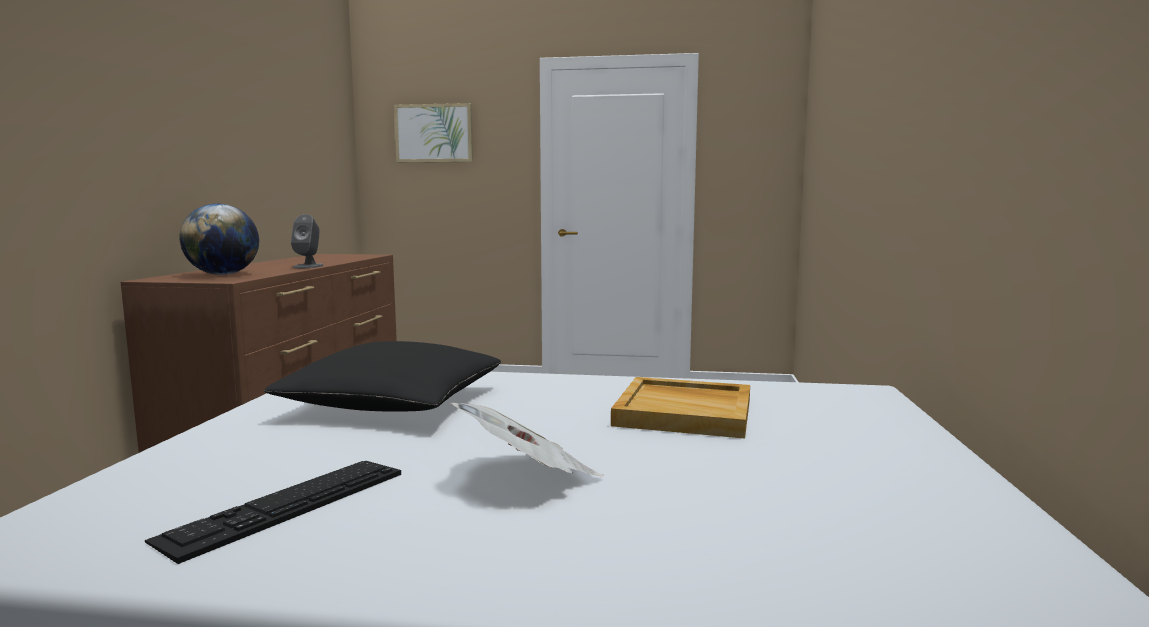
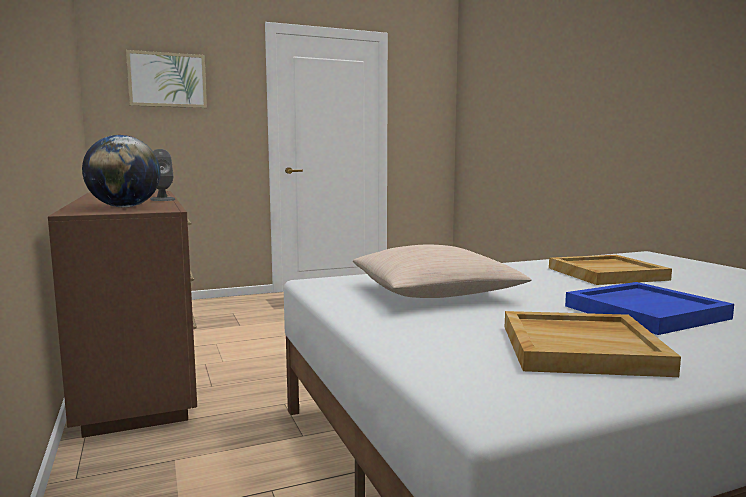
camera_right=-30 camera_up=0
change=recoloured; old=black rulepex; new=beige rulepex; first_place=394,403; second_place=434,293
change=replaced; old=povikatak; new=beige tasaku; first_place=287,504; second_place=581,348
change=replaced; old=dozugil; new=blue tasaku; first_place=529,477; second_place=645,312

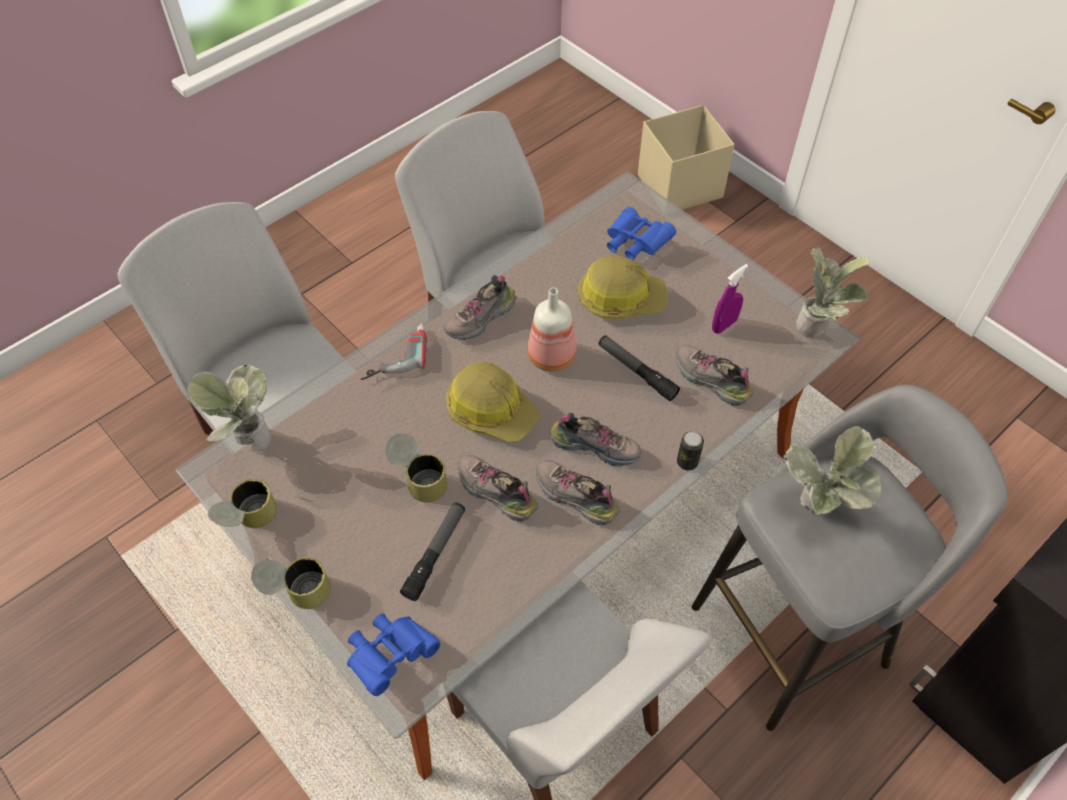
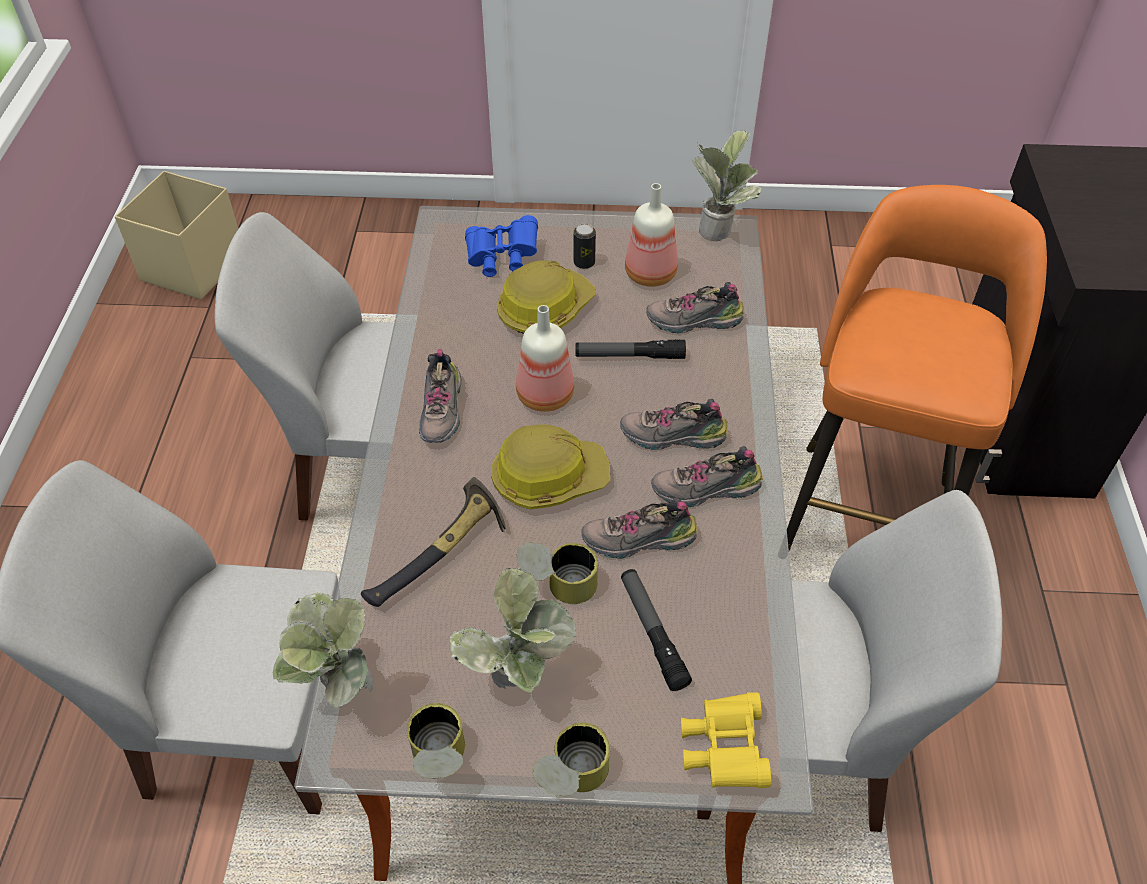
camera_right=-45 camera_up=-5
change=moved; old=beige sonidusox; first_place=678,187; second_place=192,268
change=added; new=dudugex; second_place=442,556
change=moved; old=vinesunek; first_place=816,511; second_place=519,682
change=moved; old=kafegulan; first_place=687,462; second_place=584,262
change=turned; old=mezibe; first_place=596,446; second_place=672,437; degrees=-150
change=replaced; old=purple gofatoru; new=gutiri; first_place=724,325; second_place=651,273
change=recoloured; old=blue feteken; new=yellow feteken; first_place=390,655; second_place=723,749
change=recoloured; old=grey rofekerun; new=orange rofekerun; first_place=795,633; second_place=868,514
change=removed; old=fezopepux; first_place=395,355

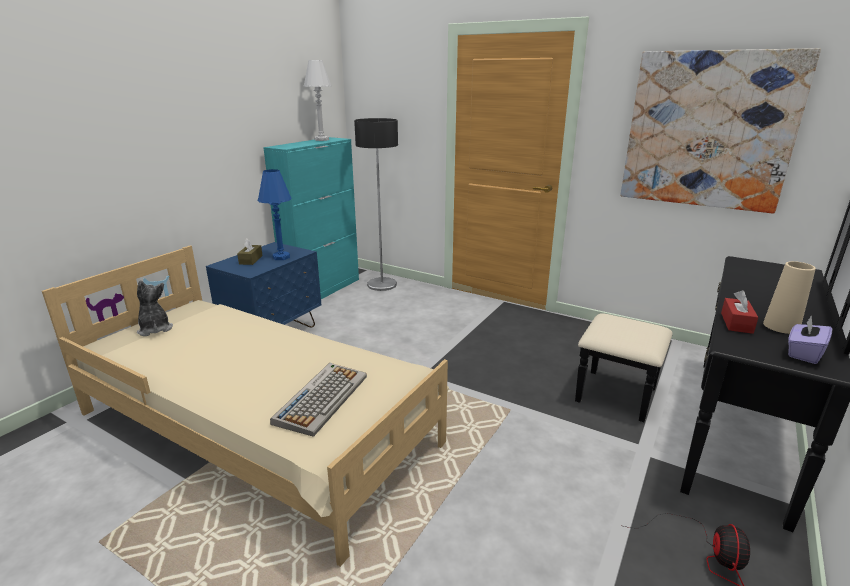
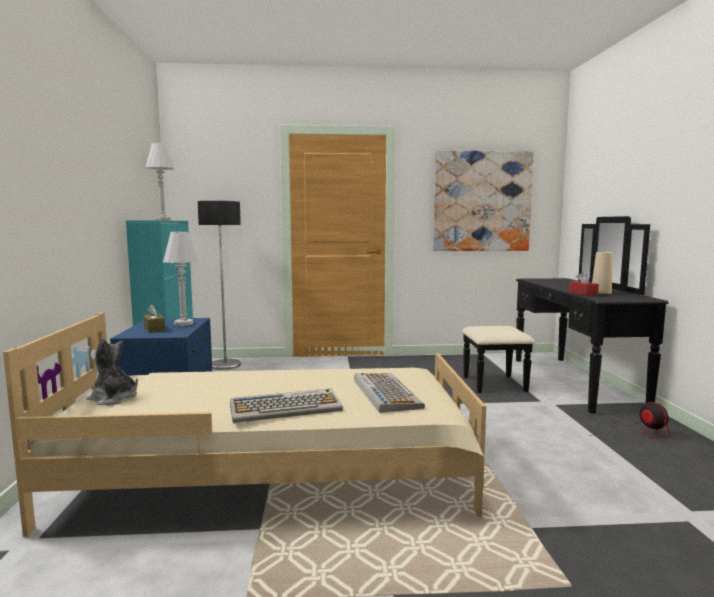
camera_right=-35 camera_up=-15
change=recoloured; old=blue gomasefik; new=white gomasefik; first_place=281,257; second_place=184,324
change=added; new=povikatak; second_place=286,407
change=removed; old=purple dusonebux; first_place=803,353

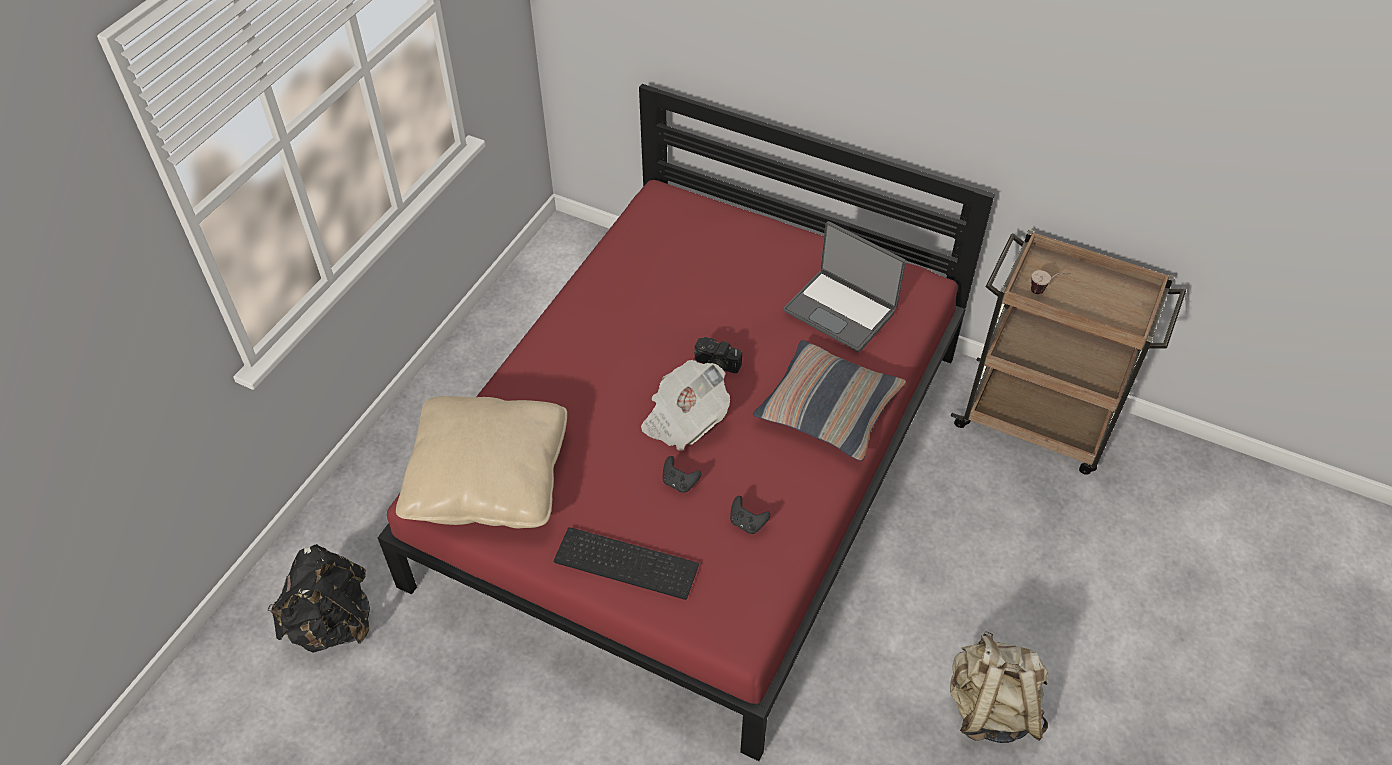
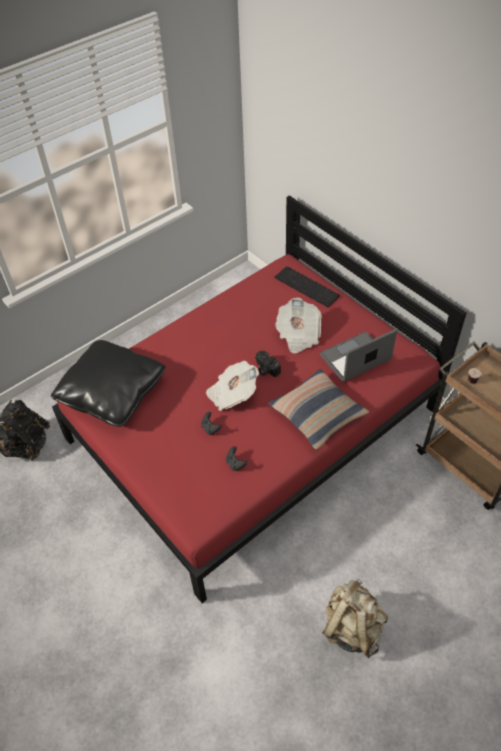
camera_right=25 camera_up=0
change=recoloured; old=beige rulepex; new=black rulepex; first_place=488,478; second_place=112,393
change=moved; old=povikatak; first_place=628,561; second_place=308,286
change=added; new=dozugil; second_place=298,335
change=turned; old=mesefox; first_place=841,310; second_place=356,359; degrees=90

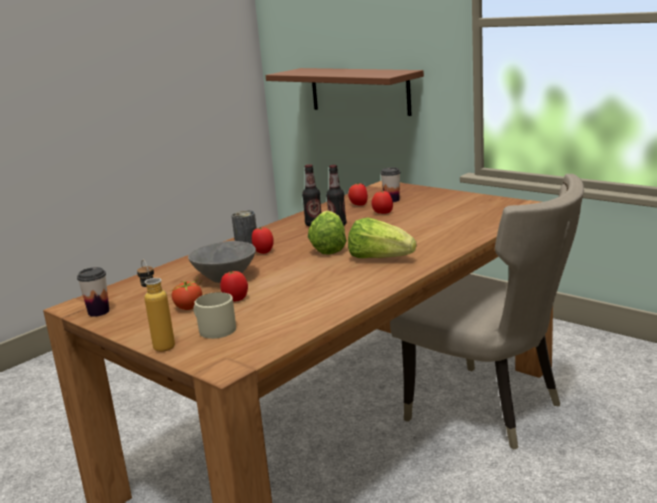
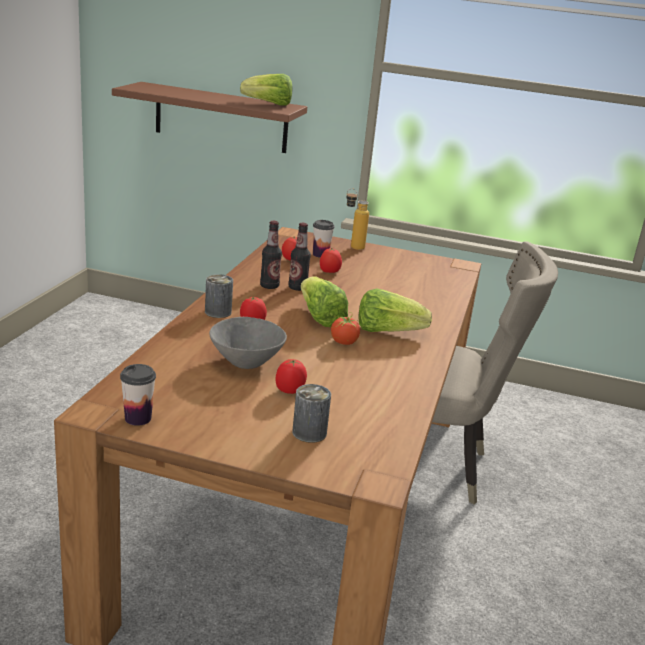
camera_right=-30 camera_up=5
change=added; new=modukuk; second_place=269,104
change=replaced; old=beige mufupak; new=kafegulan; first_place=214,329; second_place=309,432
change=moved; old=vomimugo; first_place=189,307; second_place=344,342
change=moved; old=gutiri; first_place=161,344; second_place=352,246

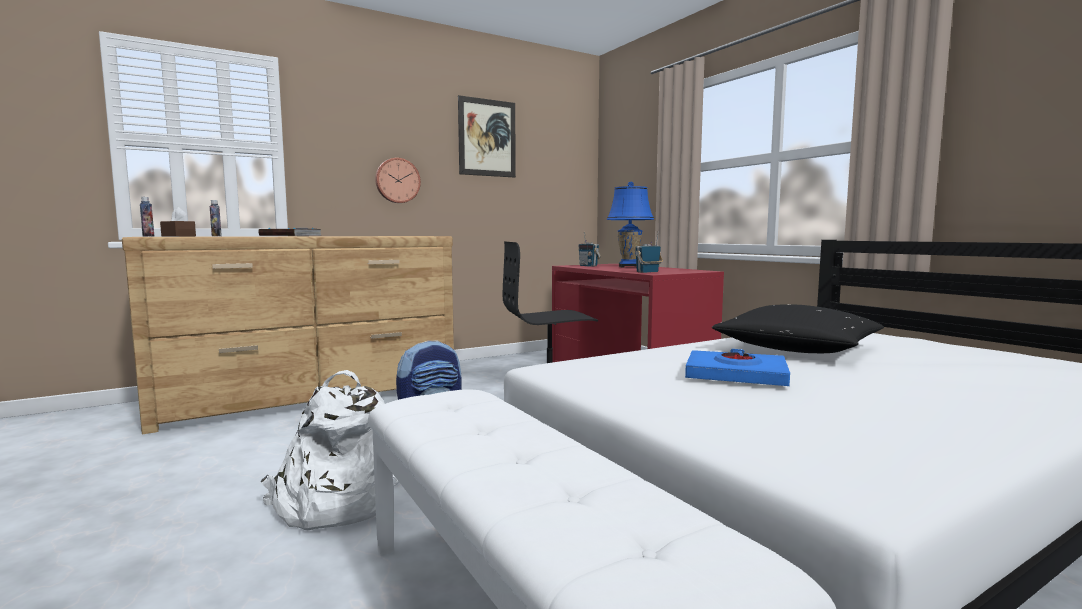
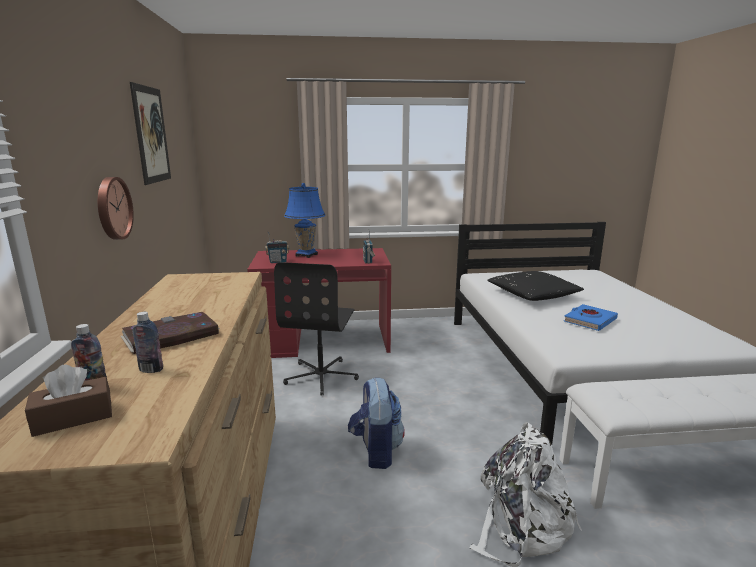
camera_right=-65 camera_up=10
change=moved; old=gutiri; first_place=148,236; second_place=151,369

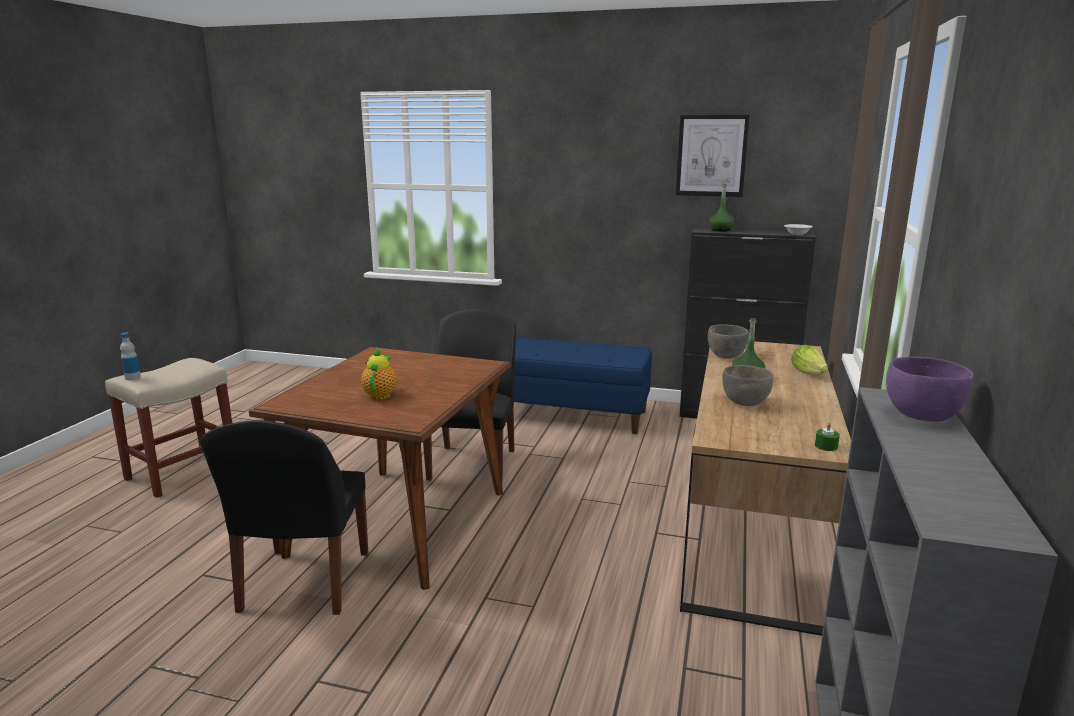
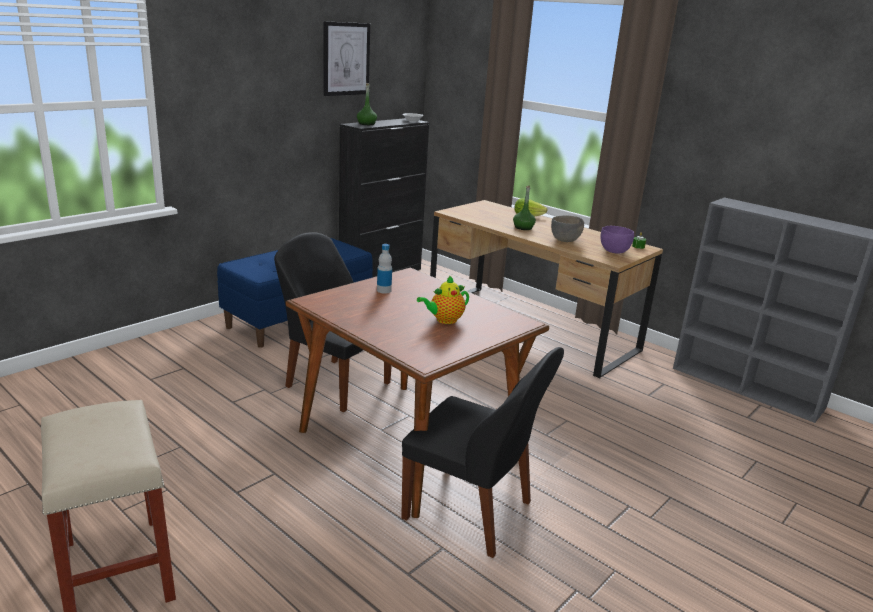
camera_right=-65 camera_up=5
change=moved; old=gutiri; first_place=132,378; second_place=384,290
change=turned; old=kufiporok; first_place=381,394; second_place=444,320; degrees=-60
change=moved; old=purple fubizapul; first_place=921,416; second_place=614,252
change=removed; old=grey fubizapul; first_place=726,356

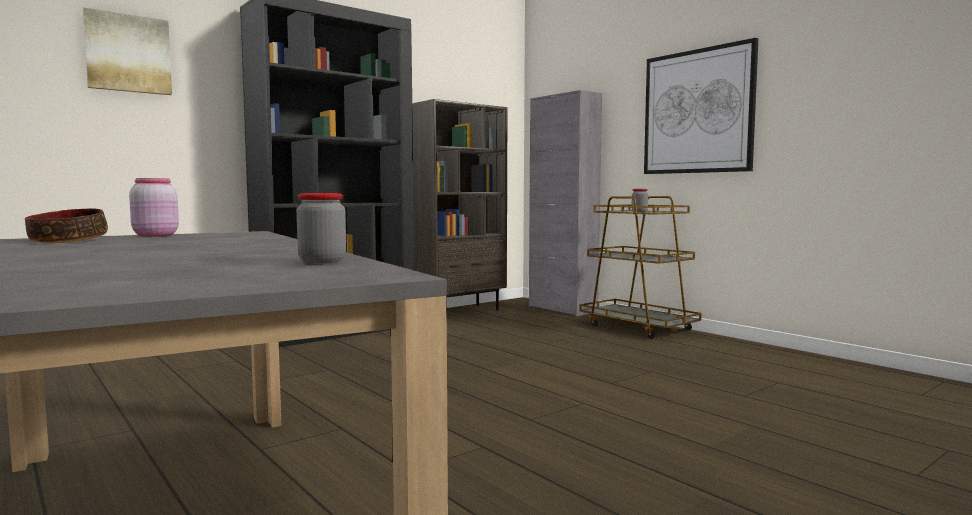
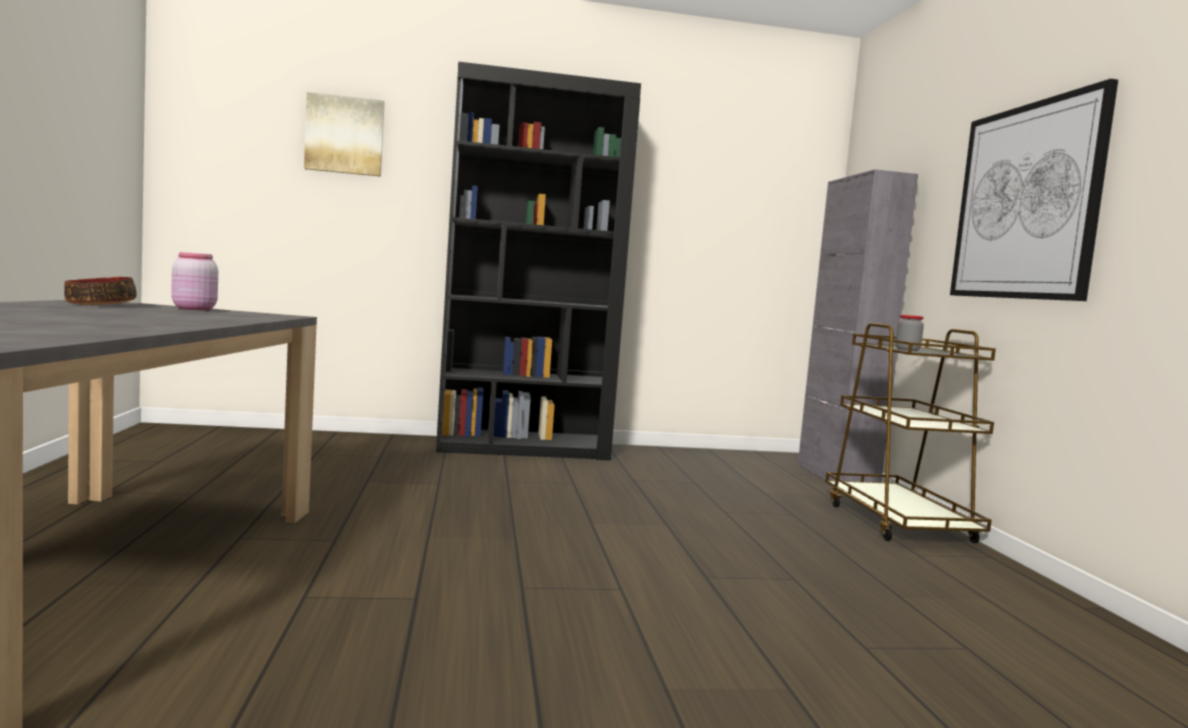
camera_right=30 camera_up=0
change=removed; old=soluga; first_place=322,261
change=removed; old=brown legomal; first_place=460,311

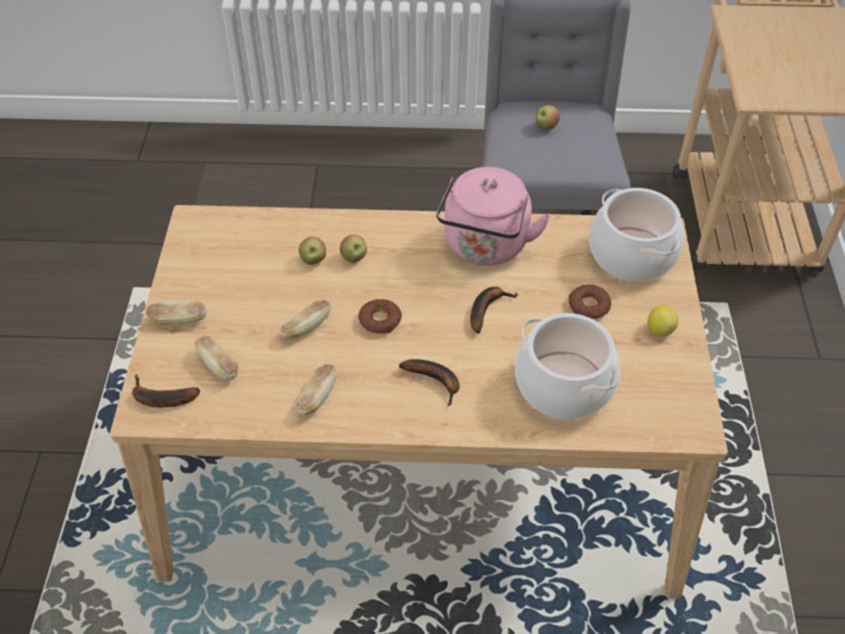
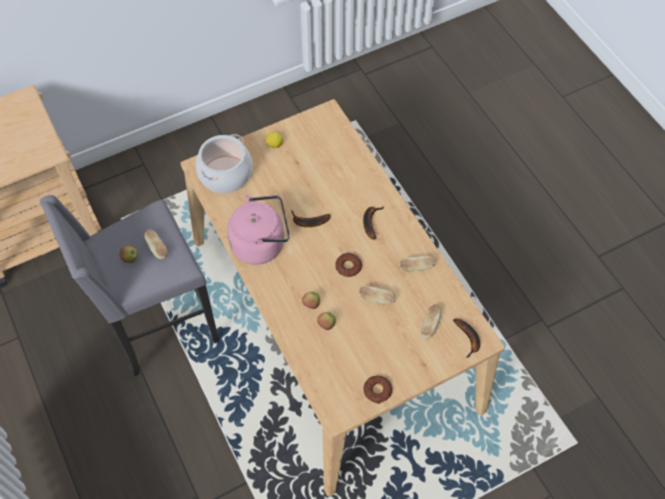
camera_right=-120 camera_up=10
change=moved; old=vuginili; first_place=179,320; second_place=157,248
change=moved; old=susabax; first_place=588,306; second_place=377,390
change=removed; old=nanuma; first_place=564,385

